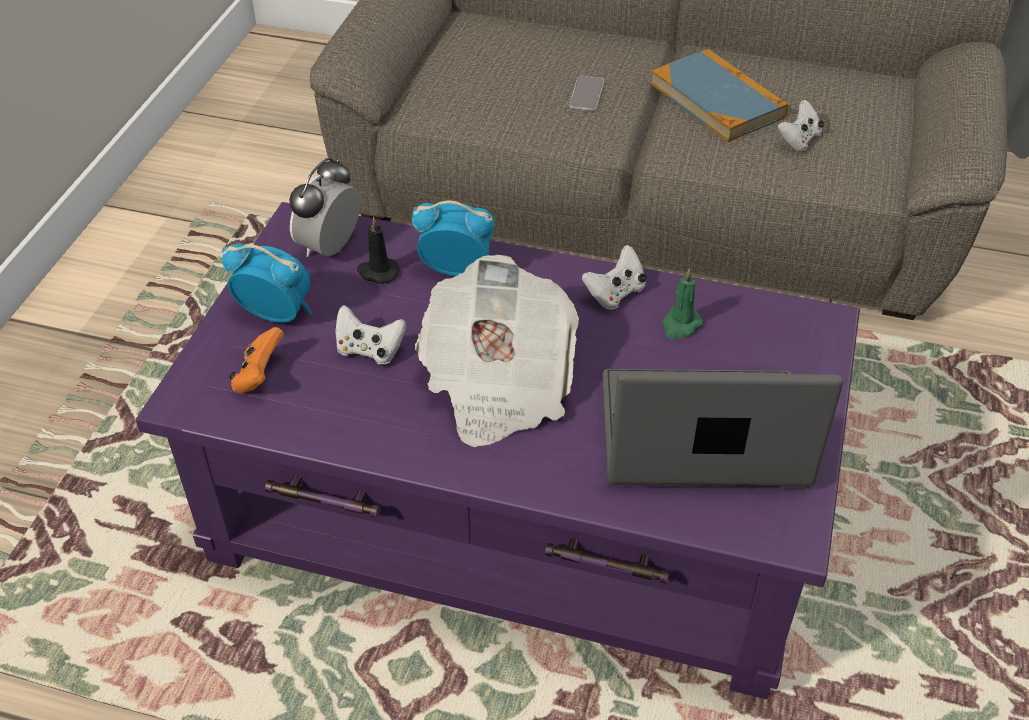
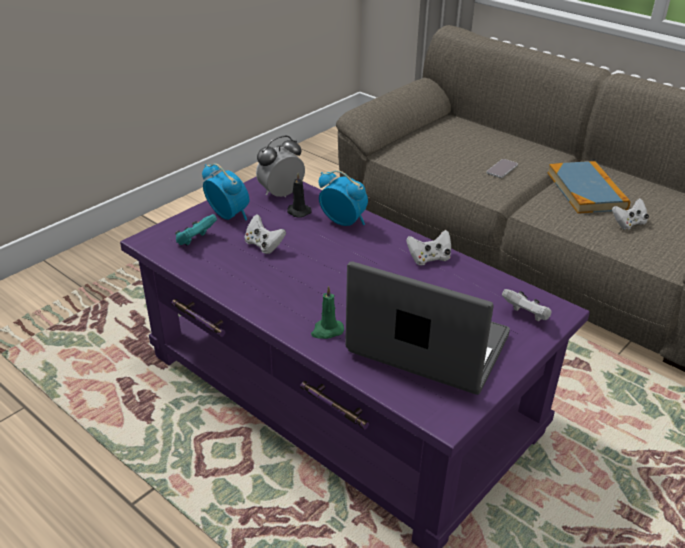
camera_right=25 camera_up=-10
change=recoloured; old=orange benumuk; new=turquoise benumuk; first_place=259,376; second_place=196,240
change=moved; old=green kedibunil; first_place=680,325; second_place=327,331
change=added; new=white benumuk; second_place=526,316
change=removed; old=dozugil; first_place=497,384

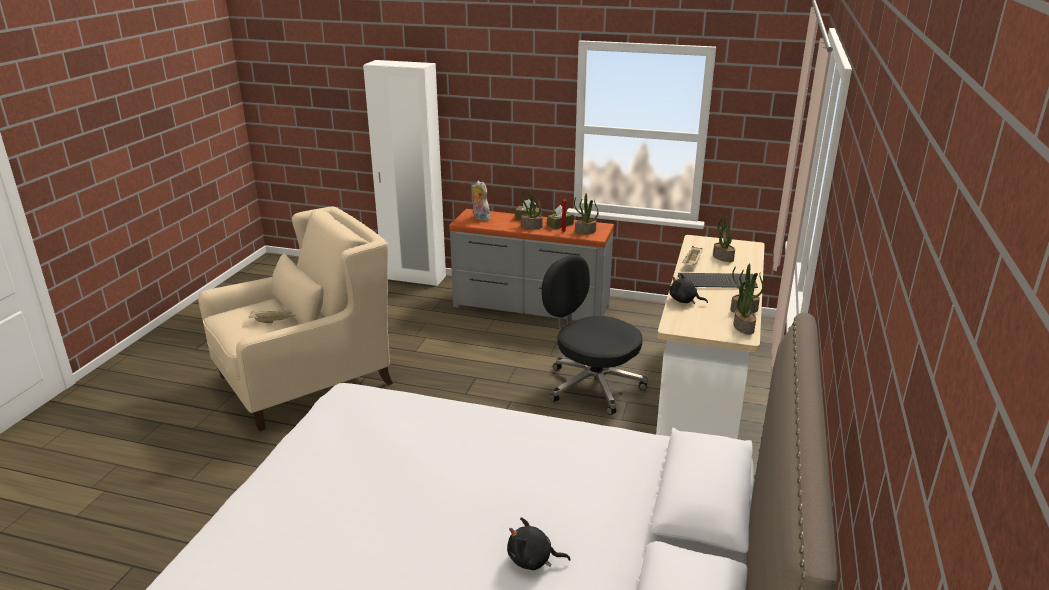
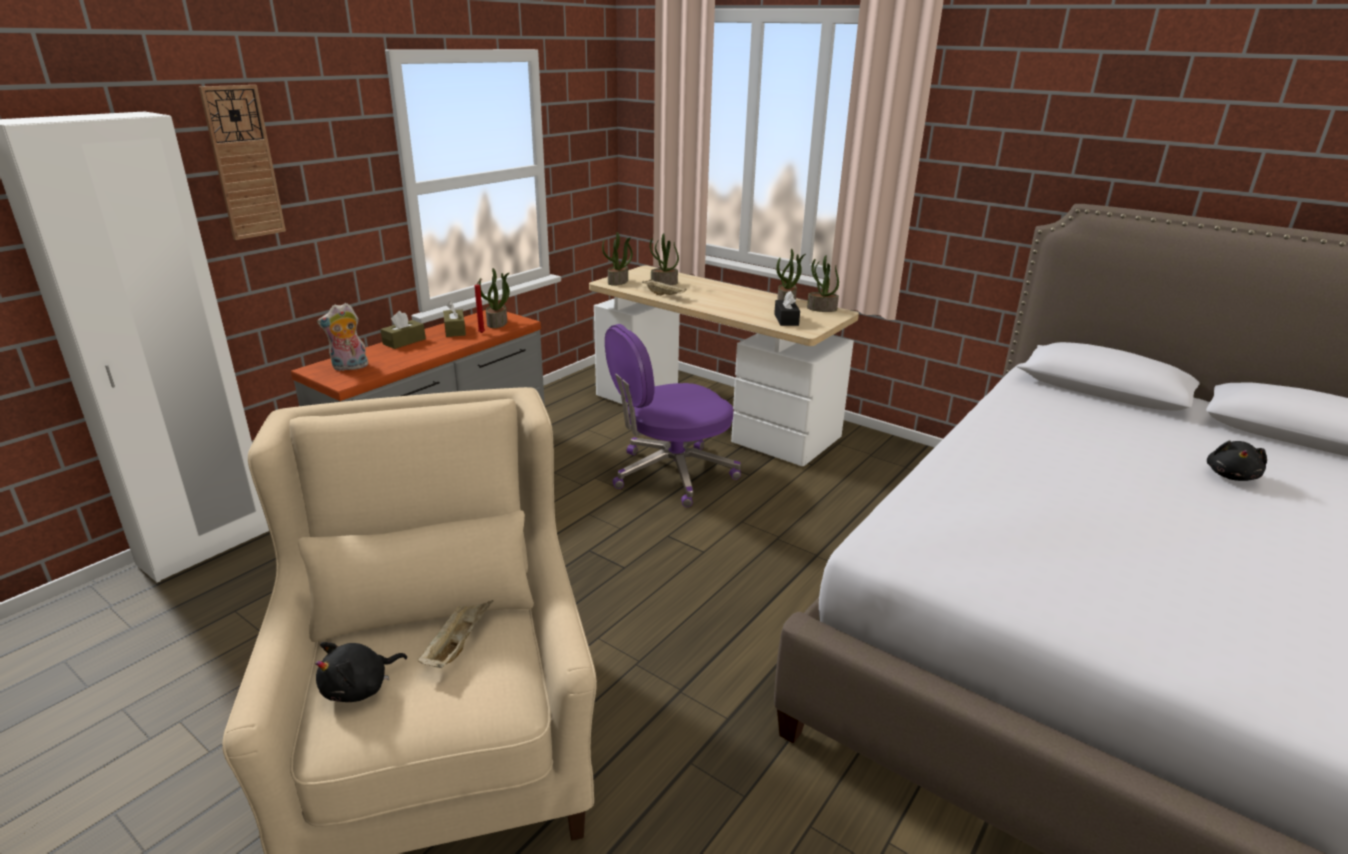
camera_right=-70 camera_up=0
change=added; new=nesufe; second_place=243,163
change=moved; old=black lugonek; first_place=684,301; second_place=360,688
change=moved; old=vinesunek; first_place=531,226; second_place=618,282
change=recoloured; old=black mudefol; new=purple mudefol; first_place=592,385; second_place=671,474
change=added; new=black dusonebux; second_place=786,320
change=removed; old=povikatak; first_place=716,283

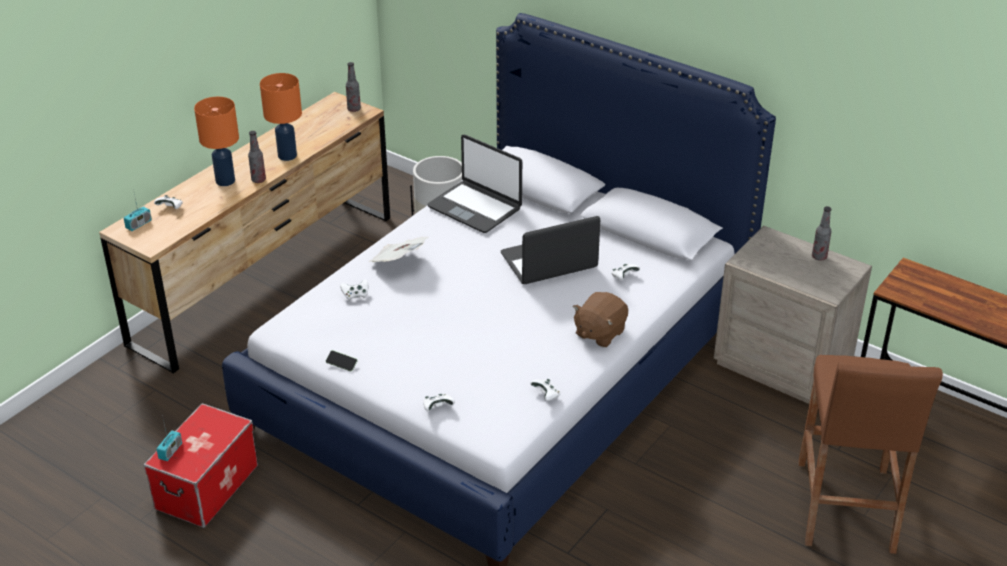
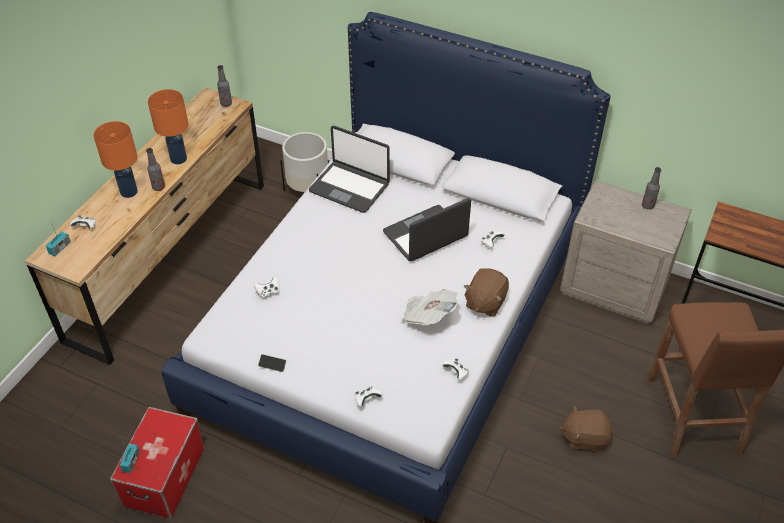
camera_right=-10 camera_up=10
change=moved; old=dozugil; first_place=399,262; second_place=428,316
change=added; new=brown lugonek; second_place=584,437

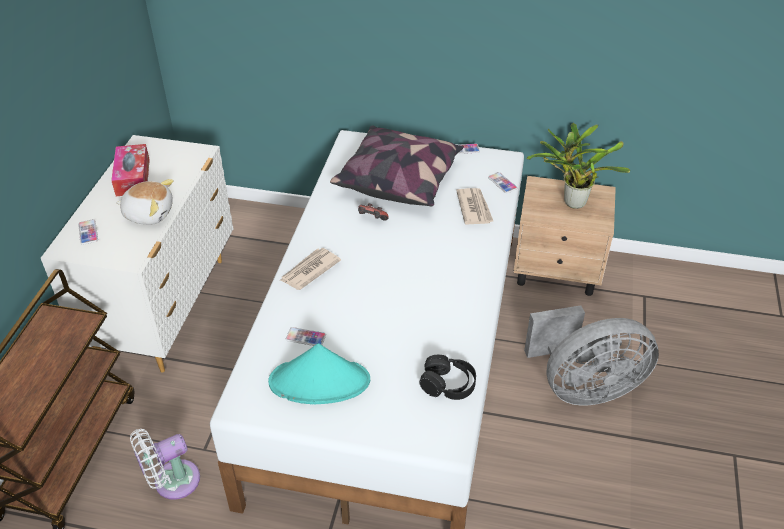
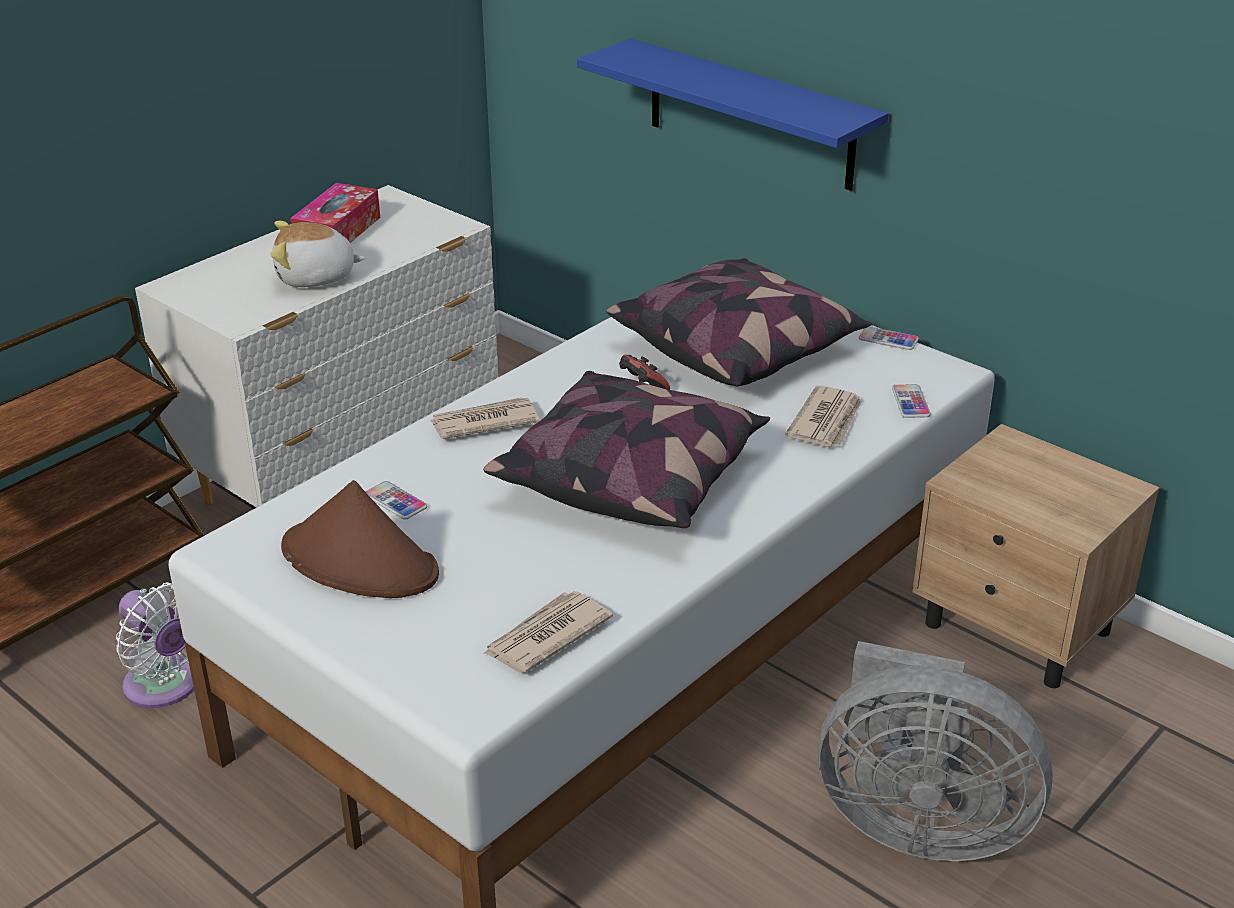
camera_right=30 camera_up=-10
change=turned; old=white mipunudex; first_place=172,482; second_place=166,687; degrees=-135
change=turned; old=lugonek; first_place=149,213; second_place=316,277; degrees=135
change=recoloured; old=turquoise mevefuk; new=brown mevefuk; first_place=320,381; second_place=361,562
change=added; new=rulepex; second_place=631,477
change=replaced; old=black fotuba; new=dozugil; first_place=448,384; second_place=546,636
change=added; new=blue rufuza; second_place=750,115
change=removed; old=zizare; first_place=88,232
change=removed; old=vinesunek; first_place=571,202

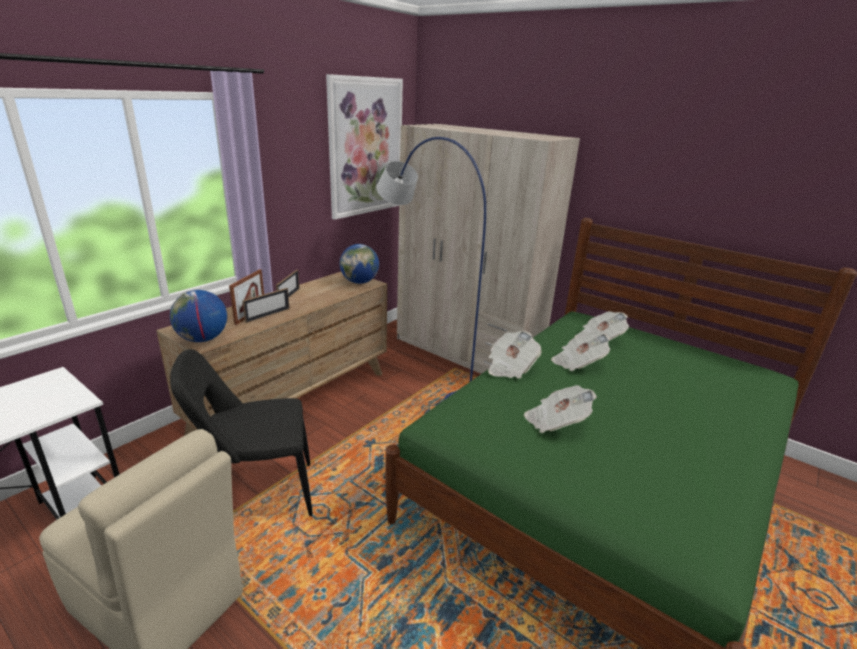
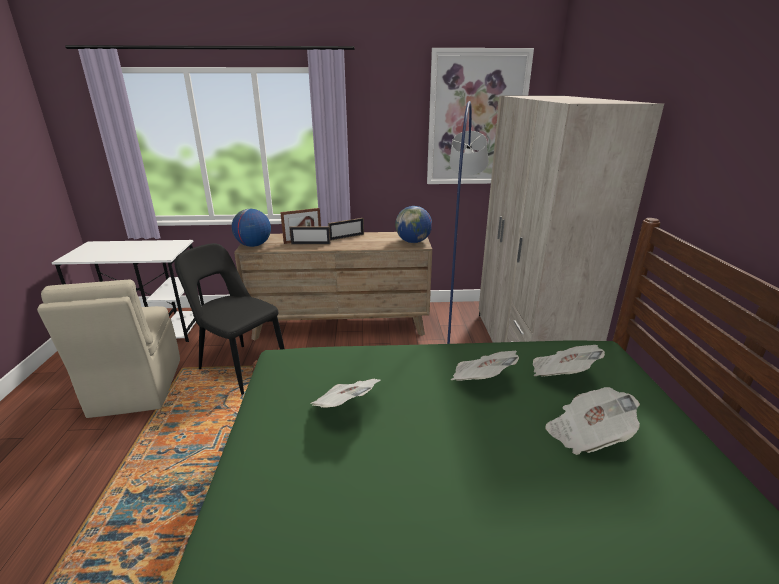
camera_right=50 camera_up=0
change=moved; old=dozugil; first_place=510,367; second_place=587,435

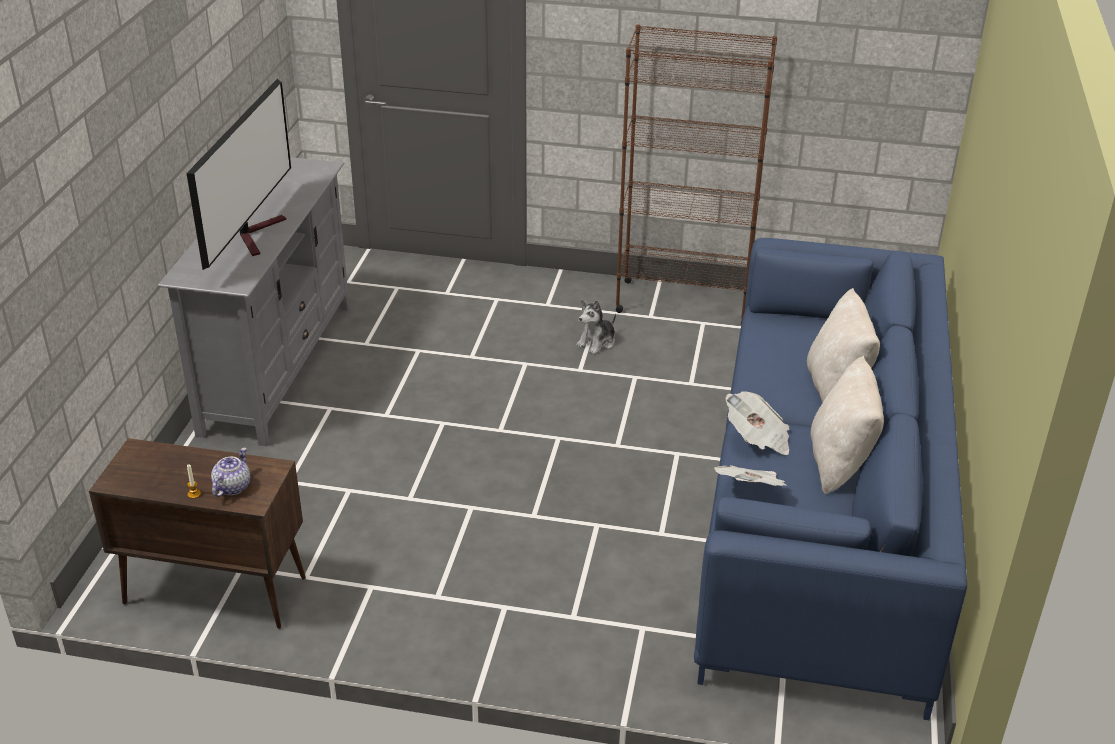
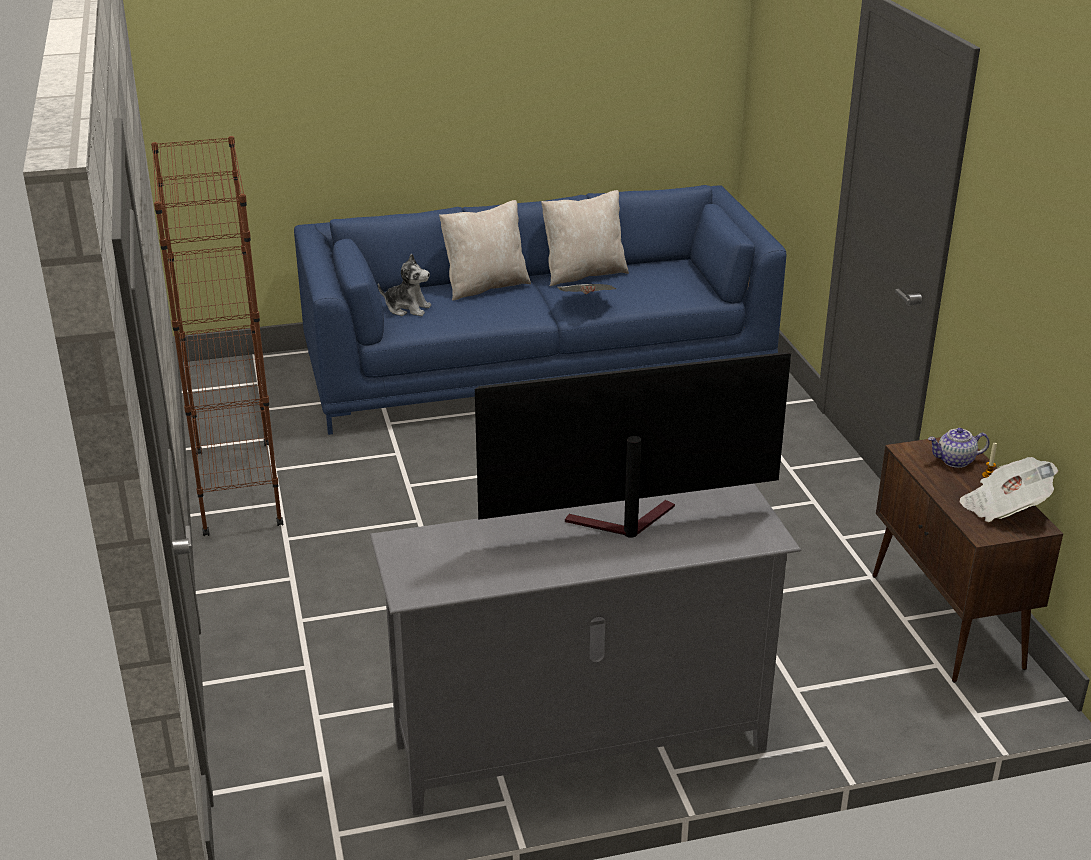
camera_right=-115 camera_up=-5
change=moved; old=lugonek; first_place=597,342; second_place=407,308
change=moved; old=dozugil; first_place=750,490; second_place=1004,508

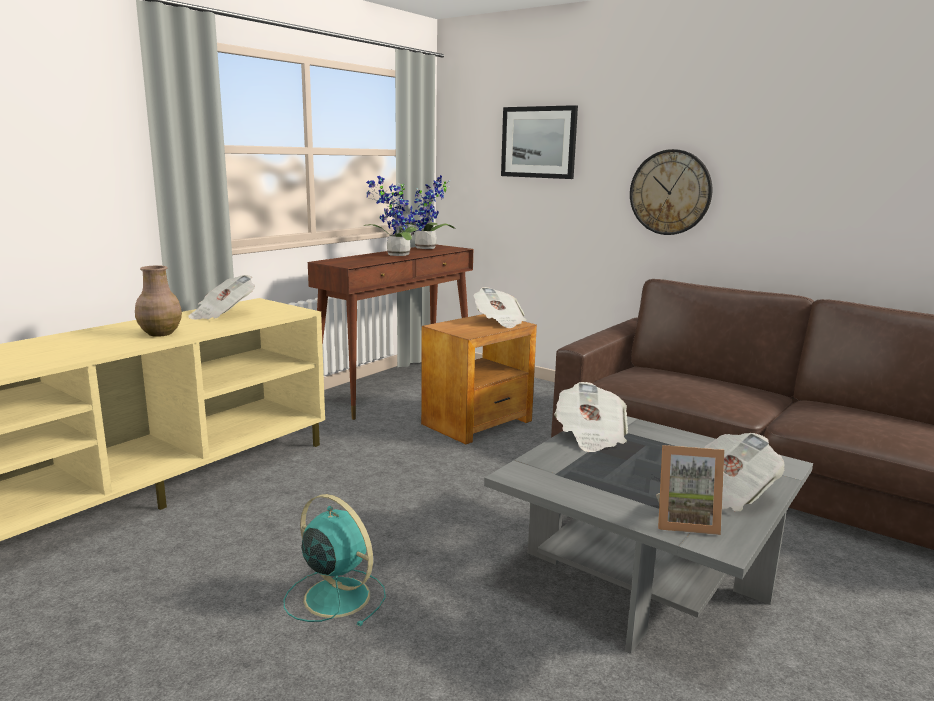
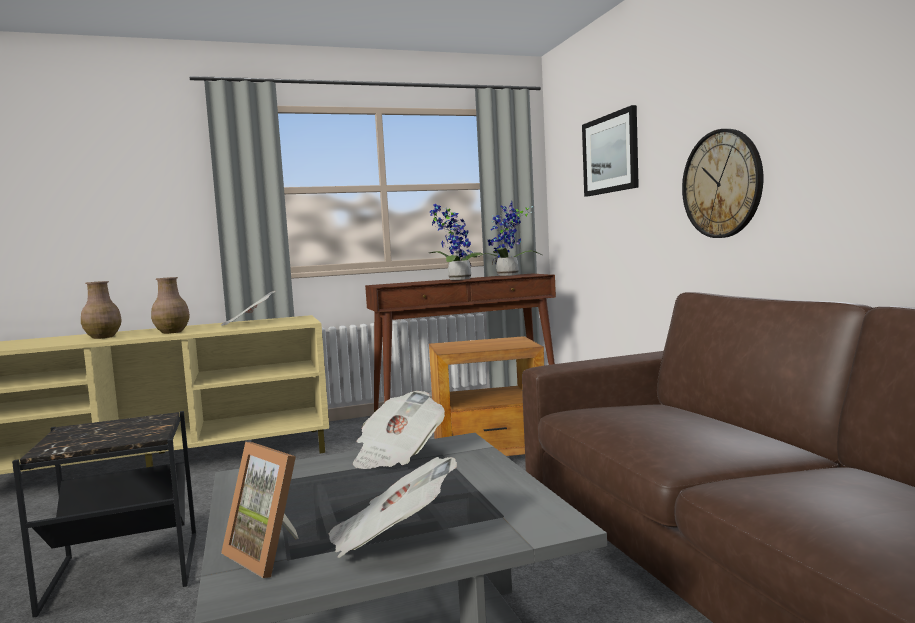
camera_right=35 camera_up=-10
change=replaced; old=turquoise mipunudex; new=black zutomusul; first_place=334,596; second_place=122,572
change=added; new=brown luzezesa; second_place=103,337
change=removed; old=dozugil; first_place=499,322

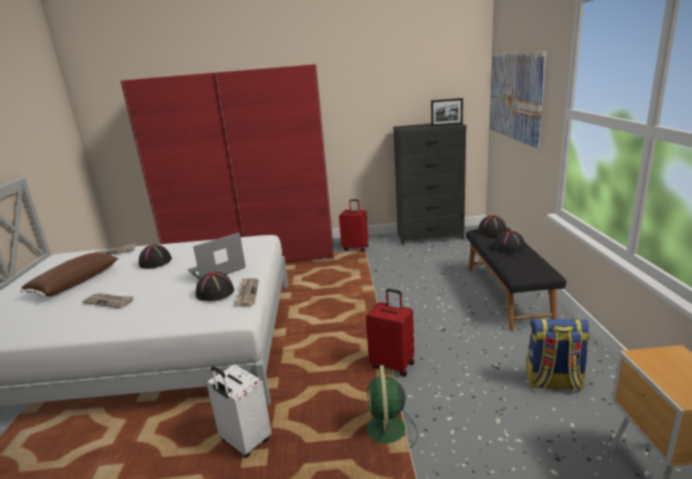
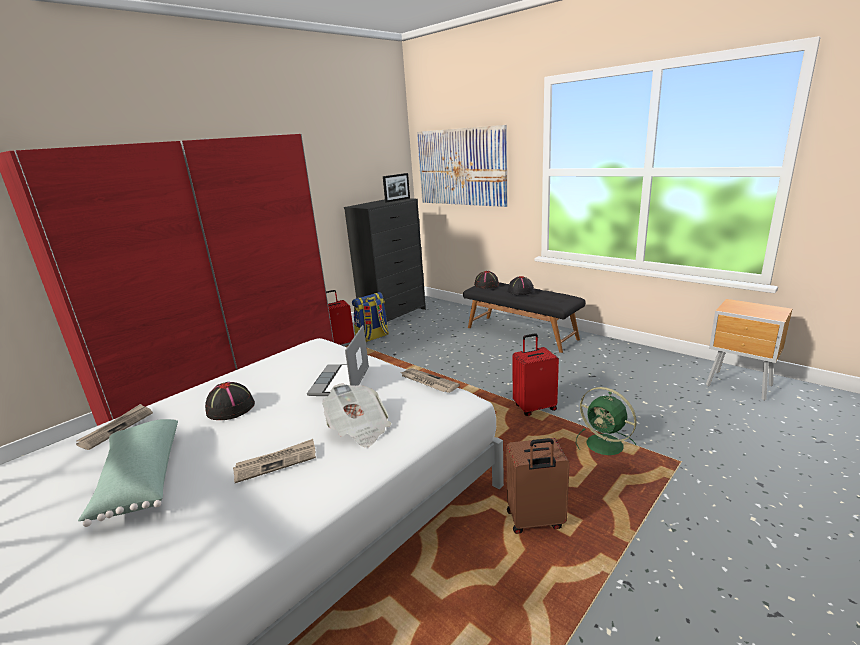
camera_right=-45 camera_up=0
change=recoloured; old=brown rulepex; new=green rulepex; first_place=75,282; second_place=139,480
change=added; new=dozugil; second_place=359,429
change=moved; old=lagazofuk; first_place=553,382; second_place=372,337
change=recoloured; old=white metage; new=brown metage; first_place=244,441; second_place=535,521
change=removed; old=black mevefuk; first_place=215,293

